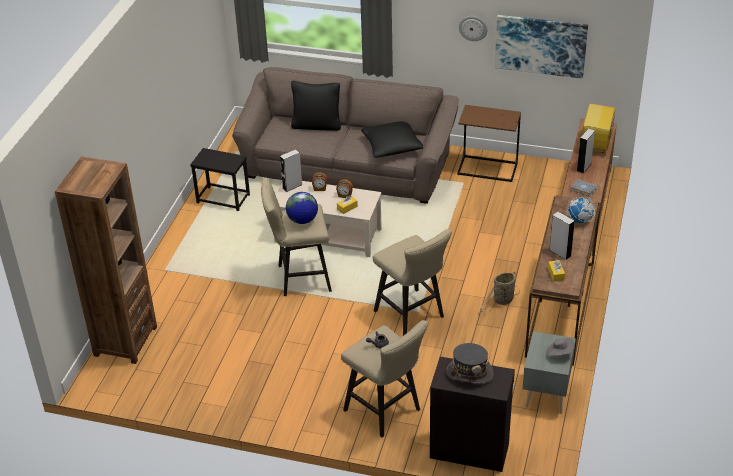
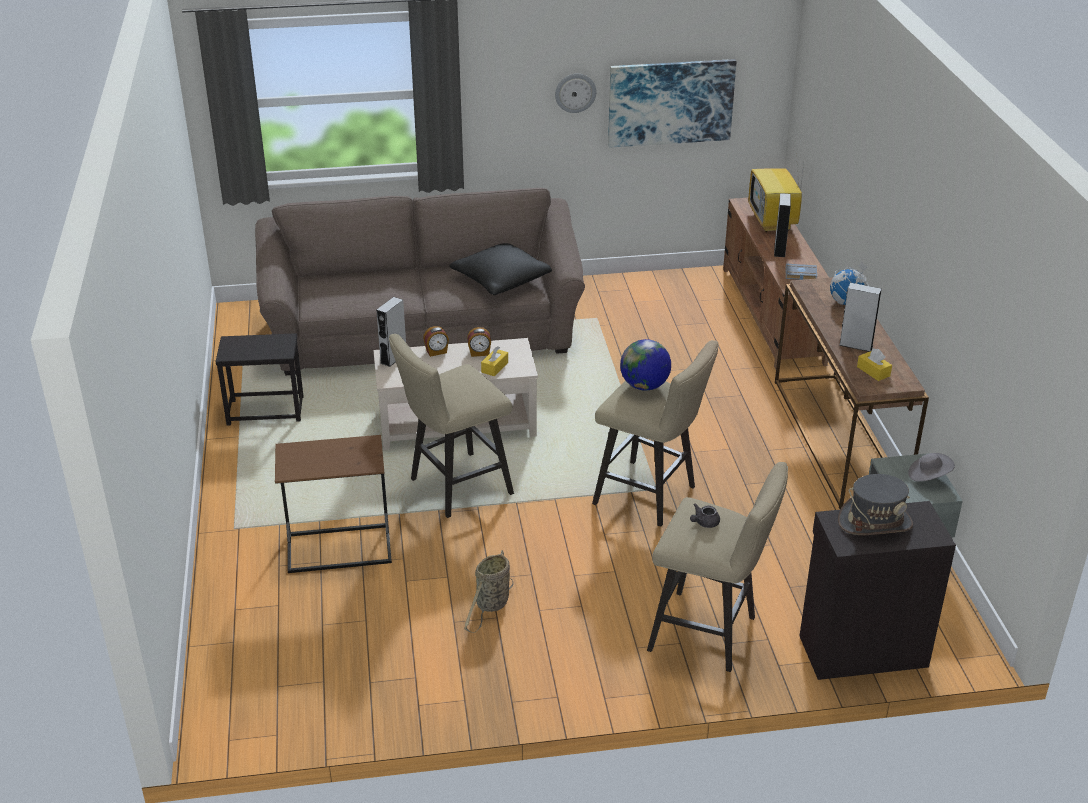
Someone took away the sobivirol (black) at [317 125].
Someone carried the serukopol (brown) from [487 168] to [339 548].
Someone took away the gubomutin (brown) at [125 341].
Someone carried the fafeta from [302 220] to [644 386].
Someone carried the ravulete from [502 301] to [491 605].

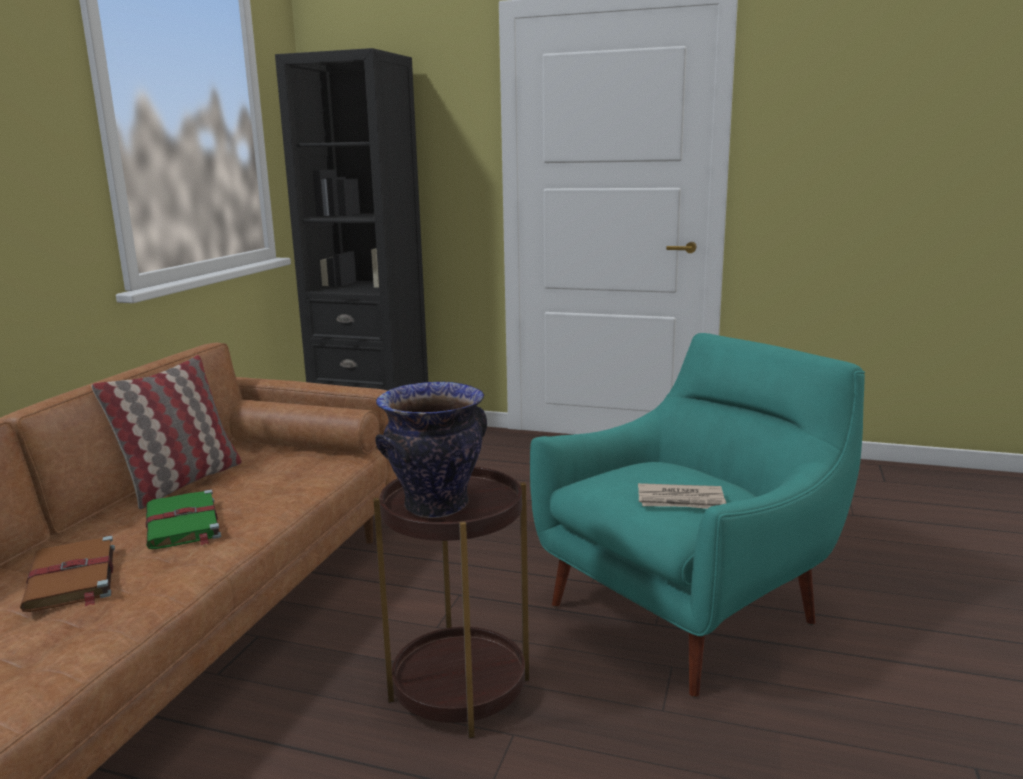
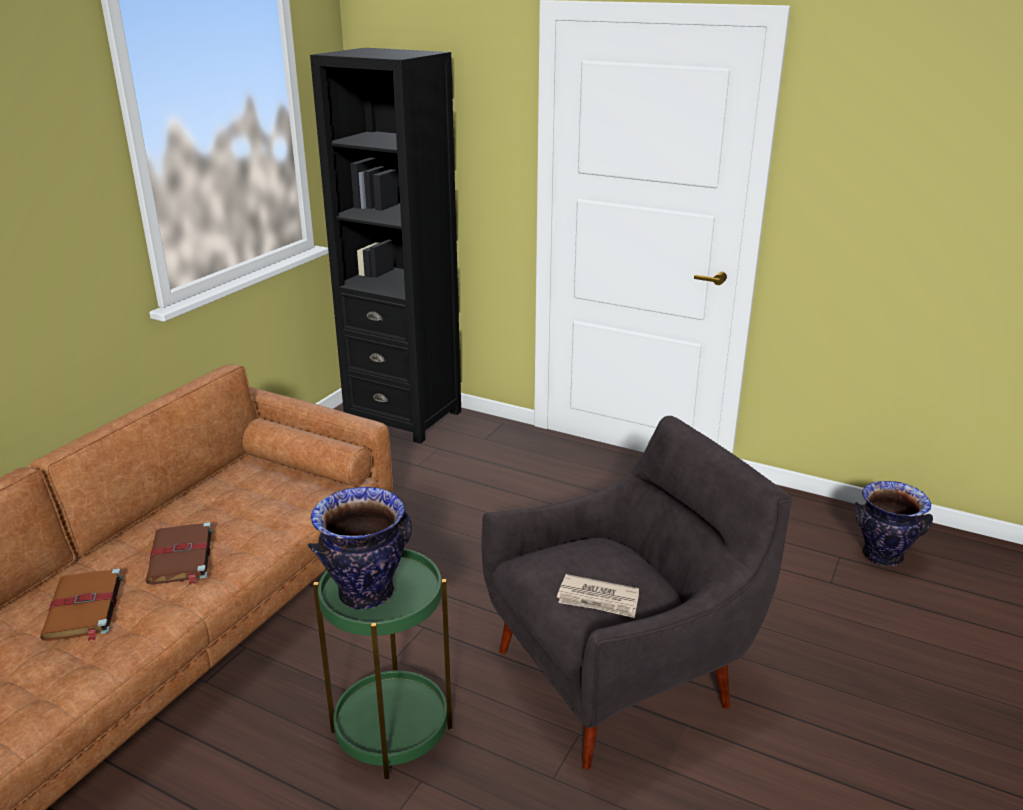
Someone repainted the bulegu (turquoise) at [690 609], which became the bulegu (grey) at [621 674].
Someone took away the sobivirol at [182 482].
Someone repainted the serukopol (brown) at [459 690], which became the serukopol (green) at [391 729].
Someone repainted the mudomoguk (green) at [183 524], which became the mudomoguk (brown) at [181 557].
Someone put down the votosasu at [882 556].

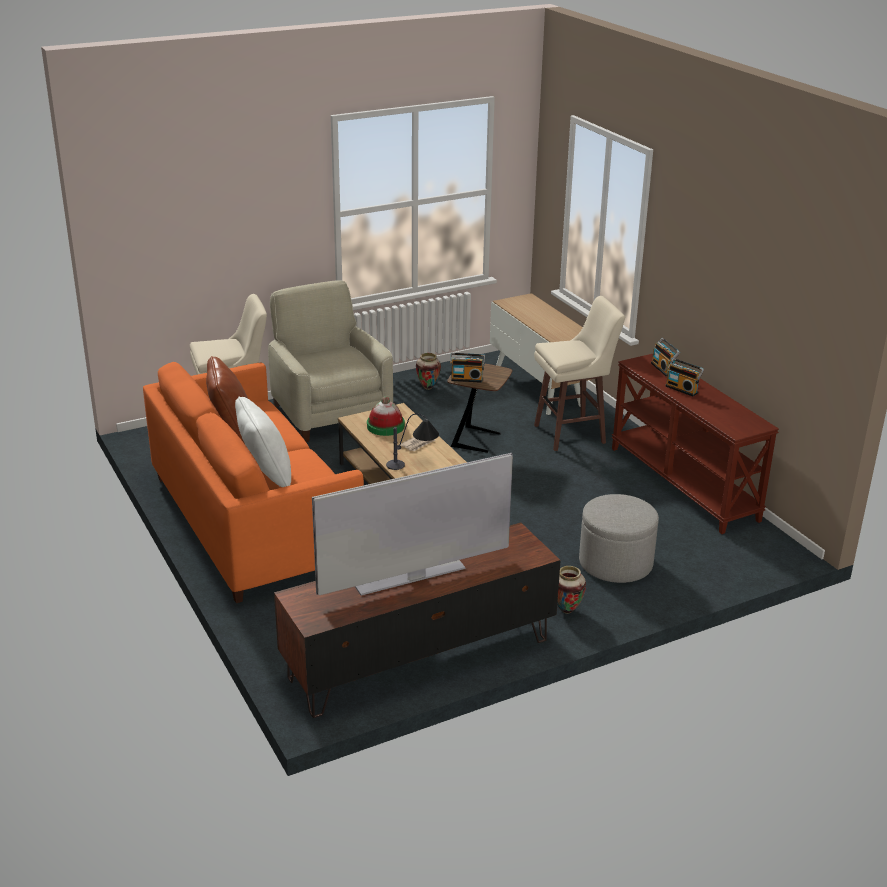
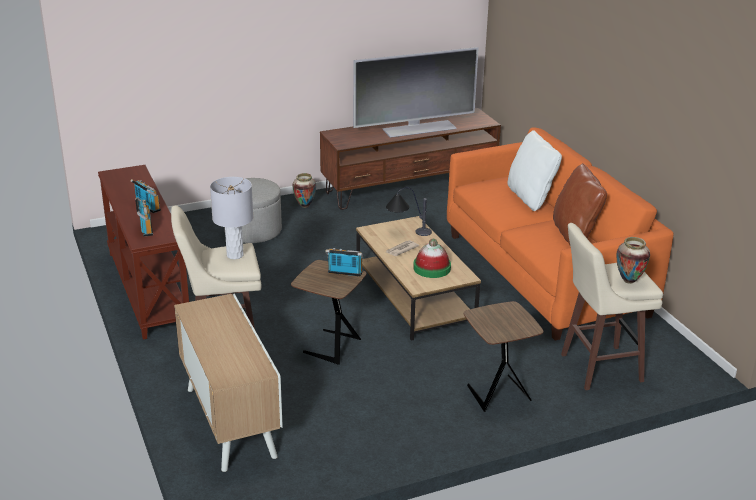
Someone swapped the bulegu (beige) at [330 413] for the serukopol (brown) at [496 392].
Someone carried the votosasu from [428 387] to [629 281].
Someone put down the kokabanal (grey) at [234 255].

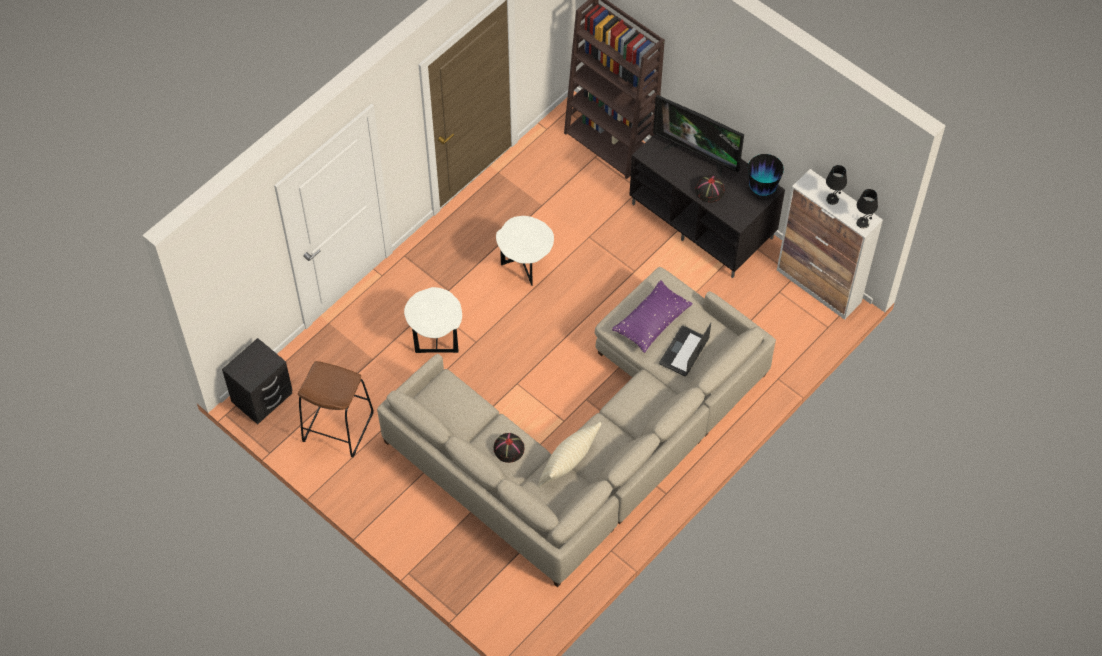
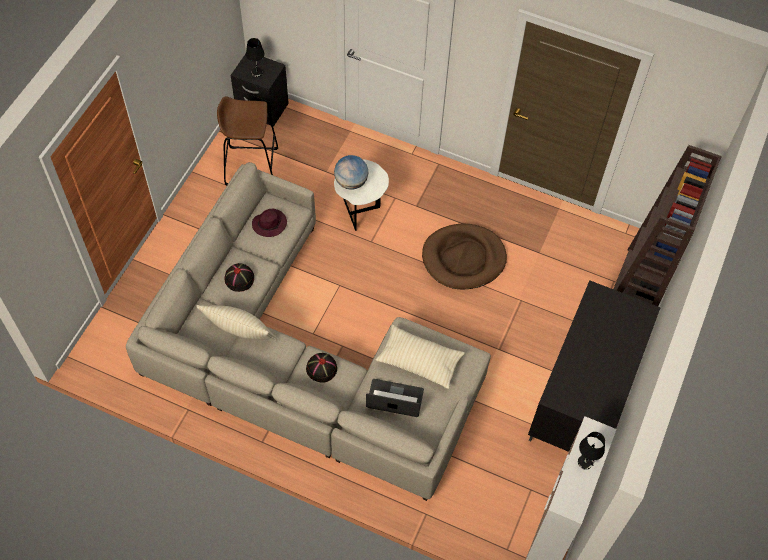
Someone took away the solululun at [697 154].
Someone took away the votosasu at [762 188].
Someone carried the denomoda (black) from [709 191] to [321 368].
Someone carried the kokabanal (black) from [863 223] to [257 73].
Someone swapped the serukopol (white) at [525 269] for the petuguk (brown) at [463 258].
Someone repainted the sobivirol (purple) at [651 322], which became the sobivirol (beige) at [419 361].
Someone put down the fafeta at [351 182].
Someone put down the denomoda (purple) at [270 224].

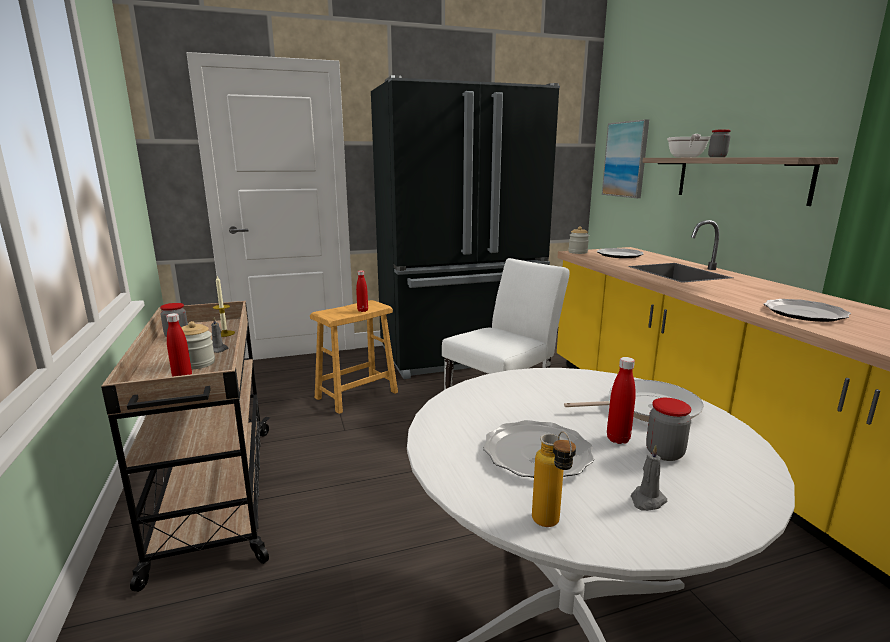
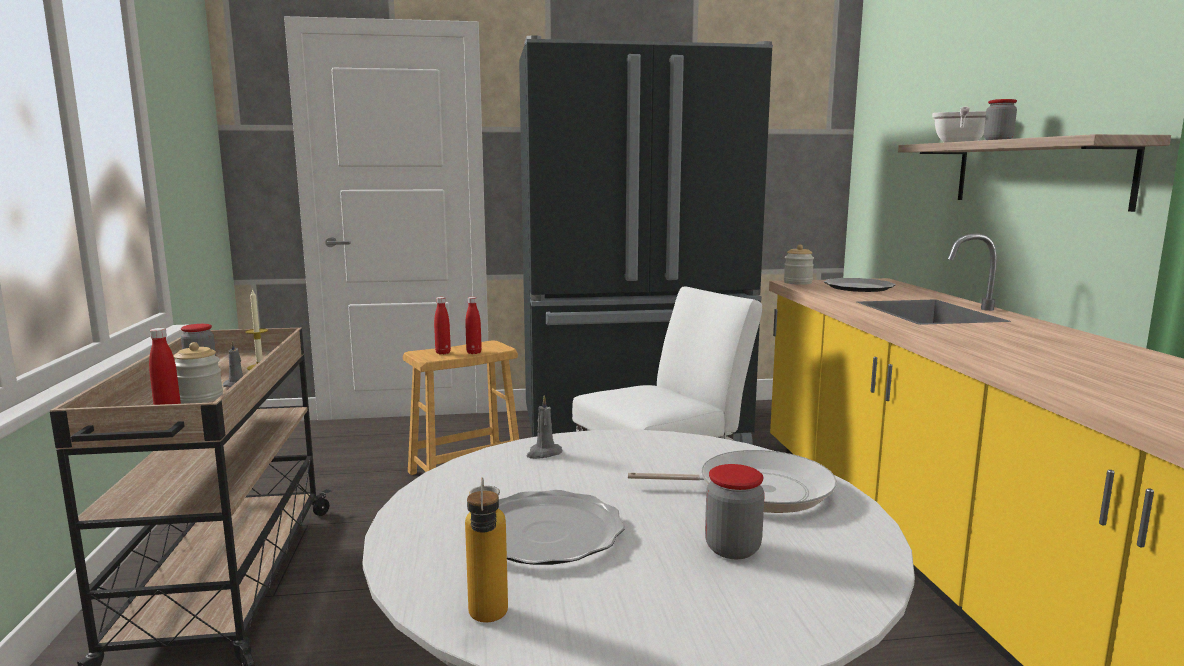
Someone took away the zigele at [625 159].
Someone took away the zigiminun at [805 313].
Someone carried the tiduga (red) from [618 439] to [443 353].
Someone carried the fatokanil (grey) from [647 500] to [543 453].

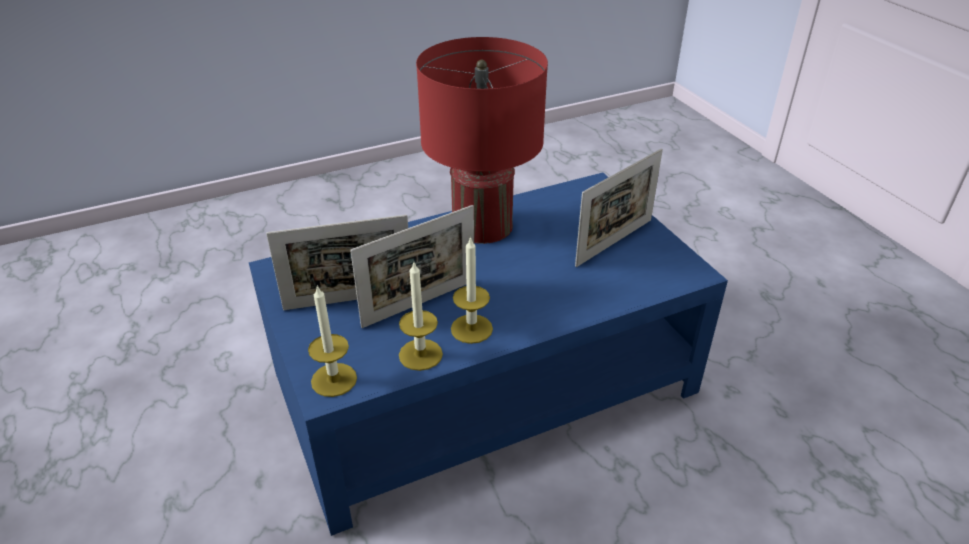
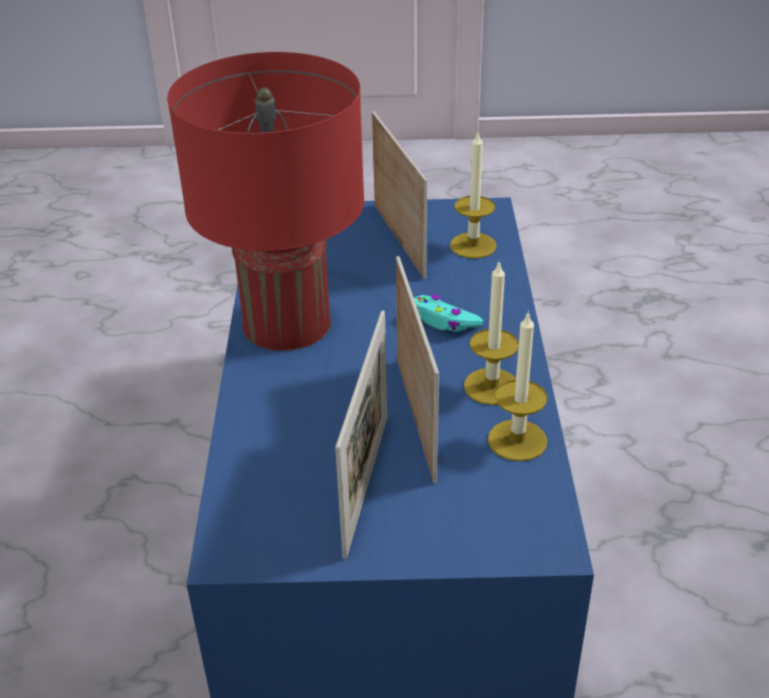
Someone carried the fatokanil from [334 379] to [473 245].
Someone put down the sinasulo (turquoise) at [443 321].

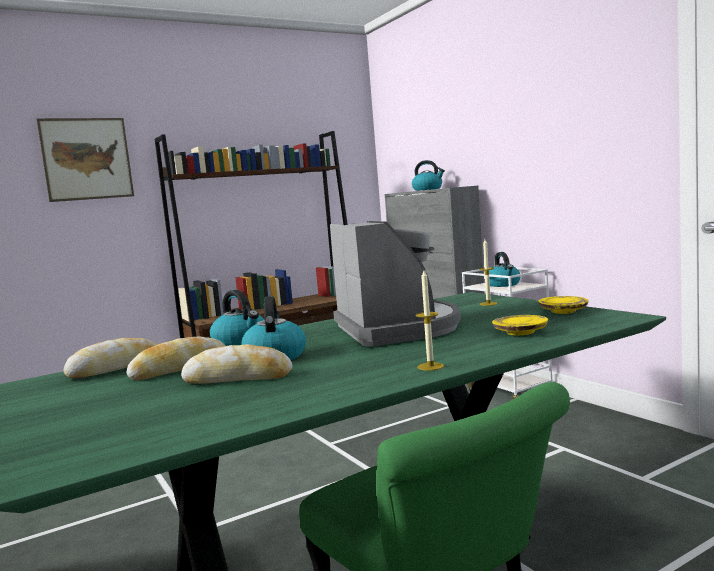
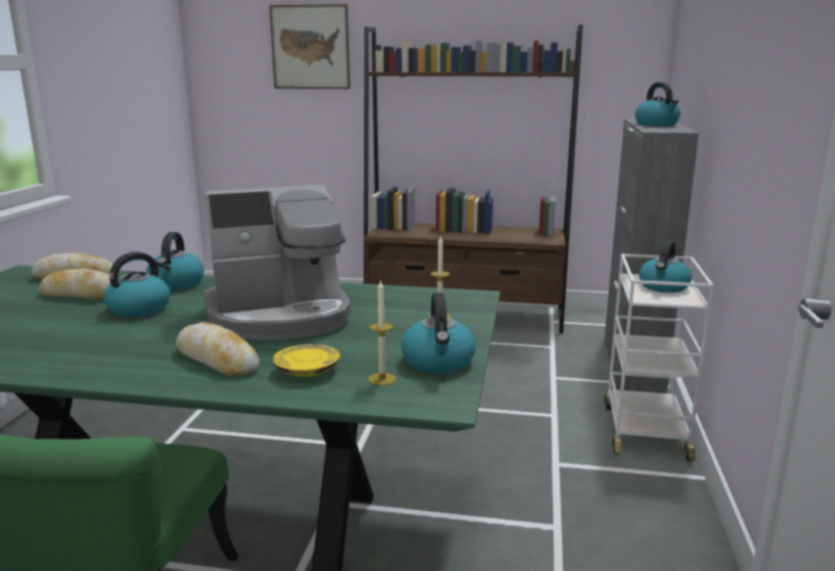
Someone rotated the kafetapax at [397 328] by 45 degrees clockwise.
Someone carried the fatokanil from [430 366] to [382 379].
Someone swapped the zigiminun (yellow) at [563 311] for the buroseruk at [438 362].
Someone carried the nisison from [238 378] to [217 360].

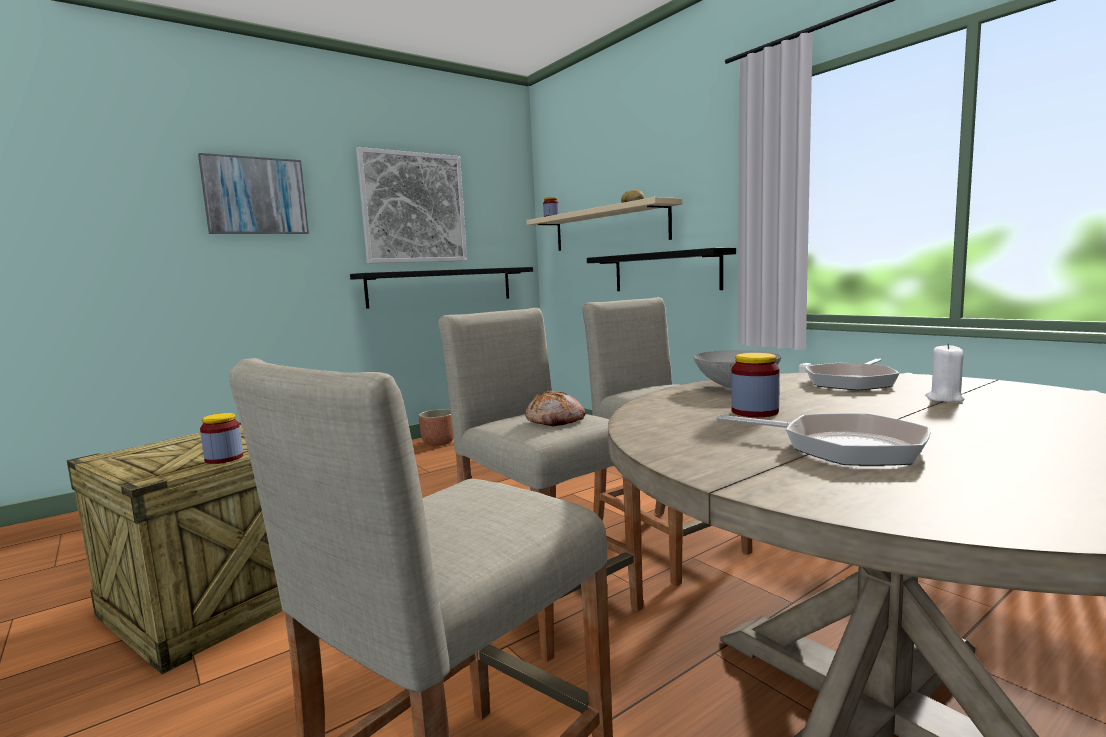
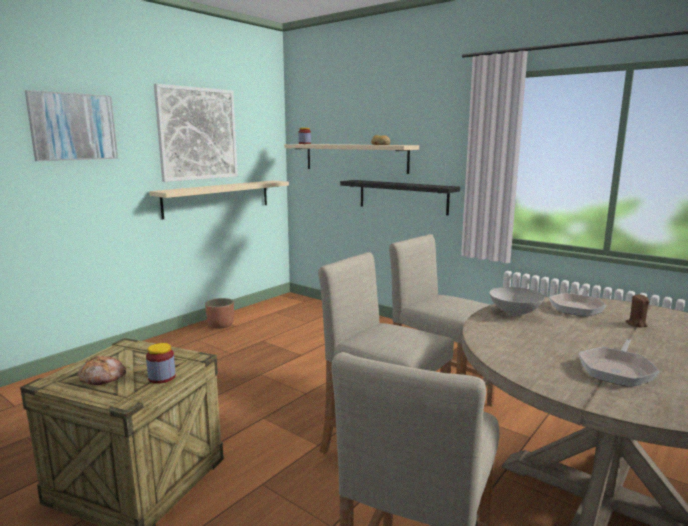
Someone repainted the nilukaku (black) at [441 286], which became the nilukaku (beige) at [218 198].
Someone repainted the fatokanil (white) at [944 399], which became the fatokanil (brown) at [636 324].
Someone took away the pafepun at [754 412].
Someone carried the nisison from [556 420] to [103 377].
Someone rotated the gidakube at [842 447] by 105 degrees clockwise.

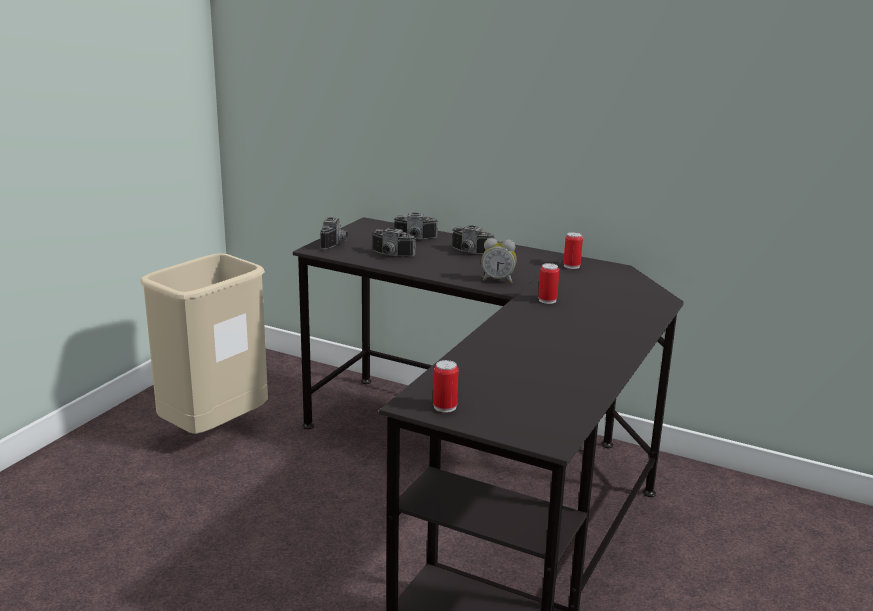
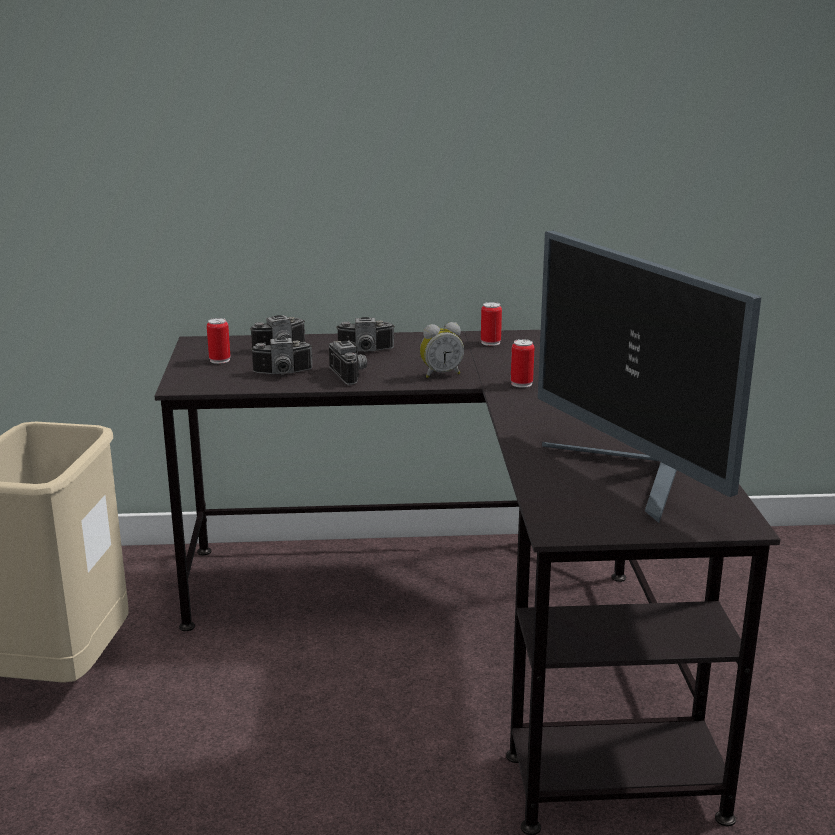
Someone carried the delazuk from [335 243] to [351 374].
Someone carried the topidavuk from [445 407] to [219 360].
Someone put down the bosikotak at [632 476].

